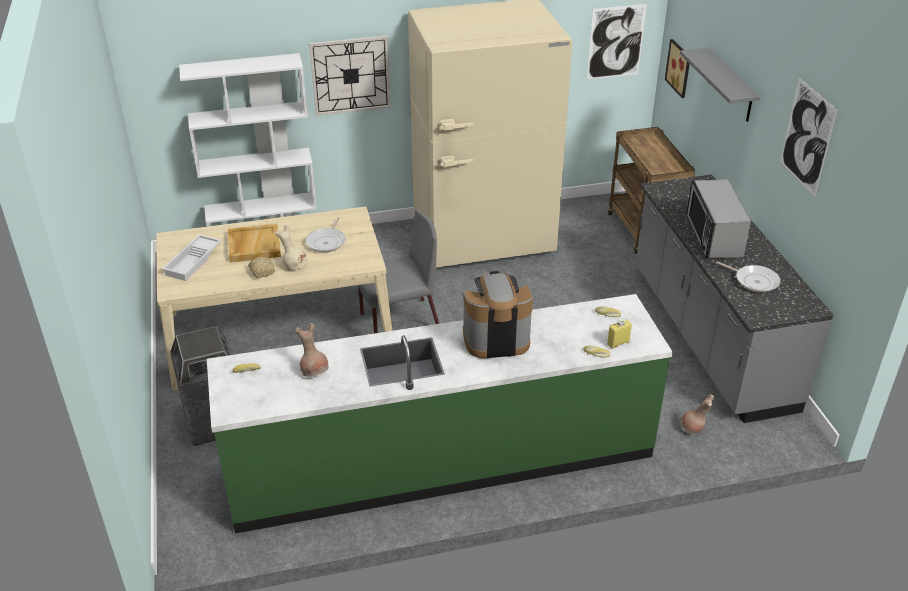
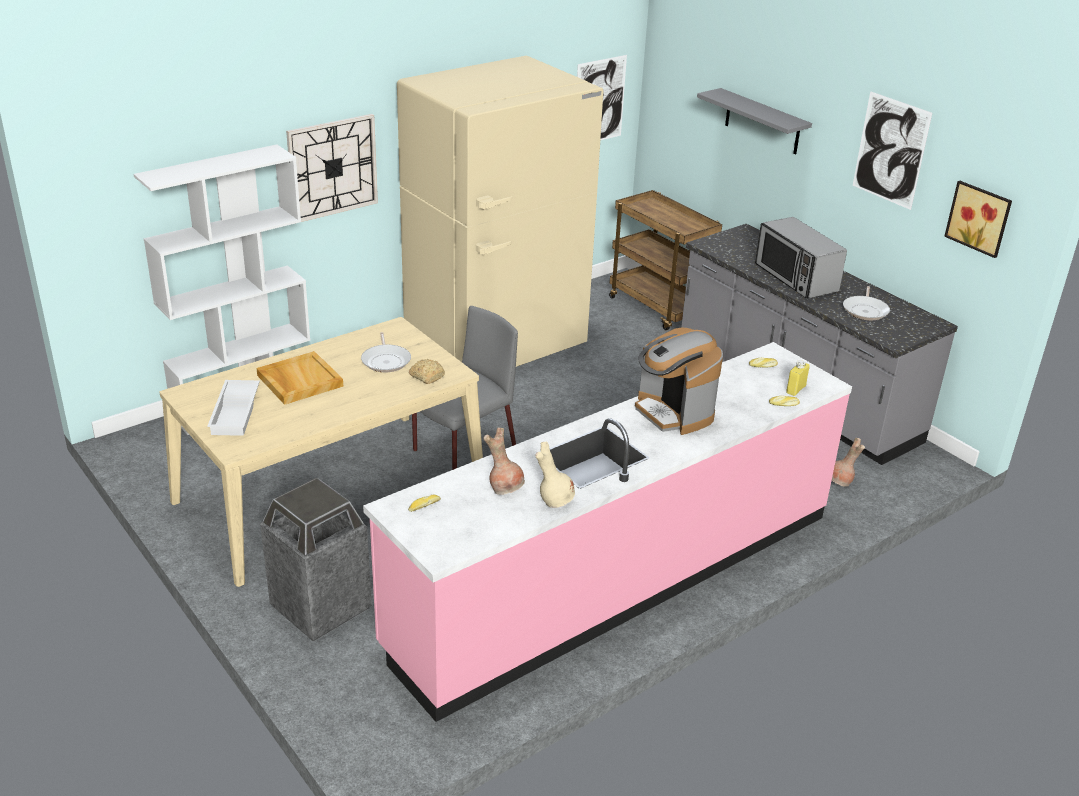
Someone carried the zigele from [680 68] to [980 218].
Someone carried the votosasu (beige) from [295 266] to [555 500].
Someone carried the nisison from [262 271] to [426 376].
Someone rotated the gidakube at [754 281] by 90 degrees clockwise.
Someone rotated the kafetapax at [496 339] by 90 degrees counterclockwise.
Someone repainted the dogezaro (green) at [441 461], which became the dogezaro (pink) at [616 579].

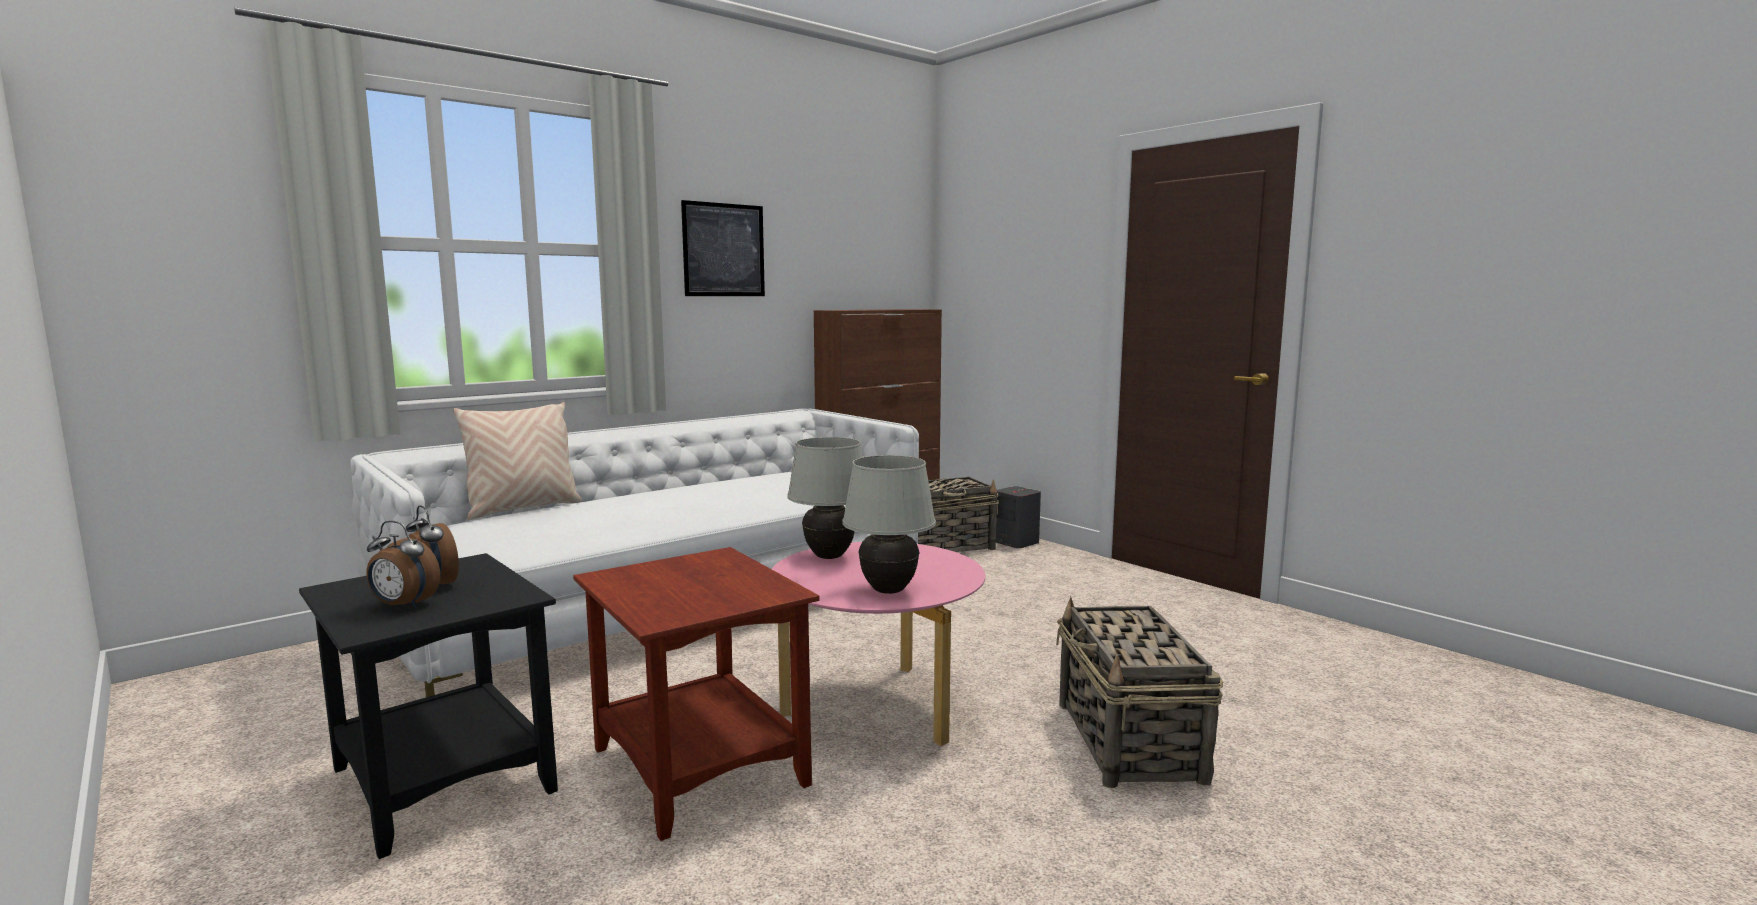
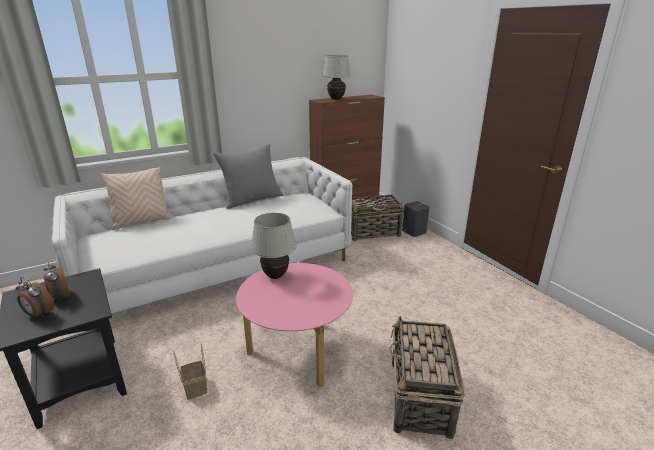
Someone took away the zigele at [724 250].
Someone carried the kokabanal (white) from [889 591] to [336 99].
Someone swapped the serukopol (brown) at [696 767] for the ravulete at [194 386].
Someone put down the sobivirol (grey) at [252 199].

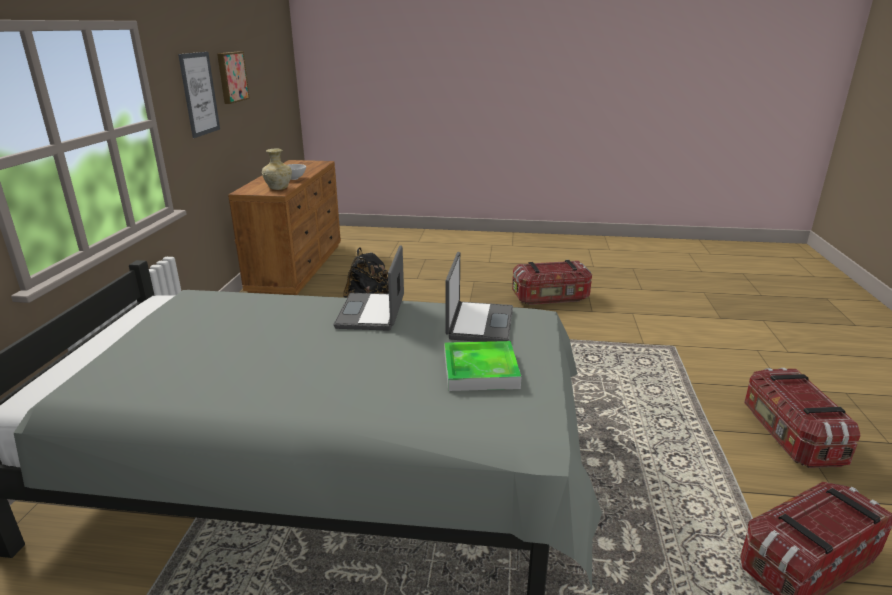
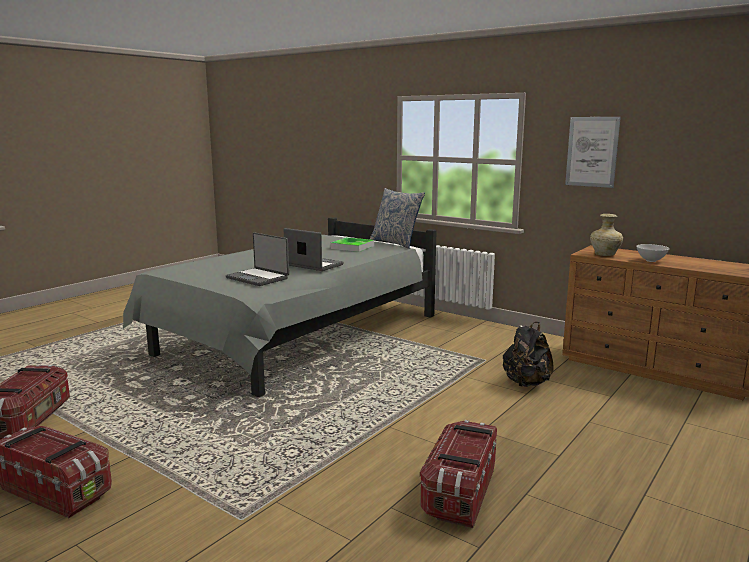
Someone took away the zigele at [231 77].
Someone carried the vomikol from [480 370] to [352 247].
Someone put down the sobivirol at [396 243].

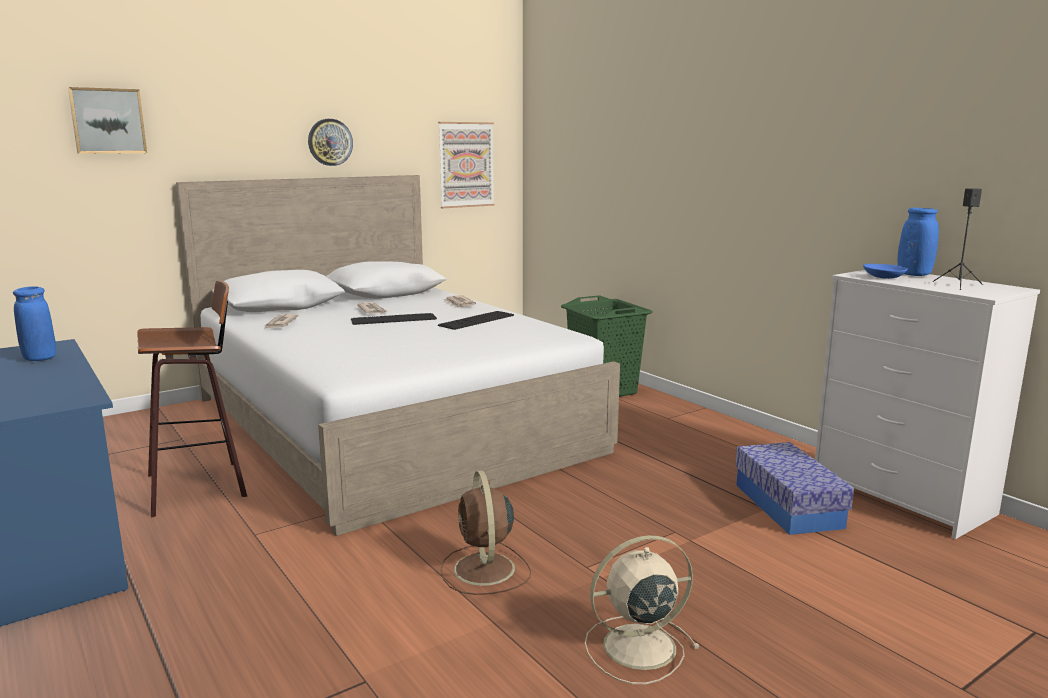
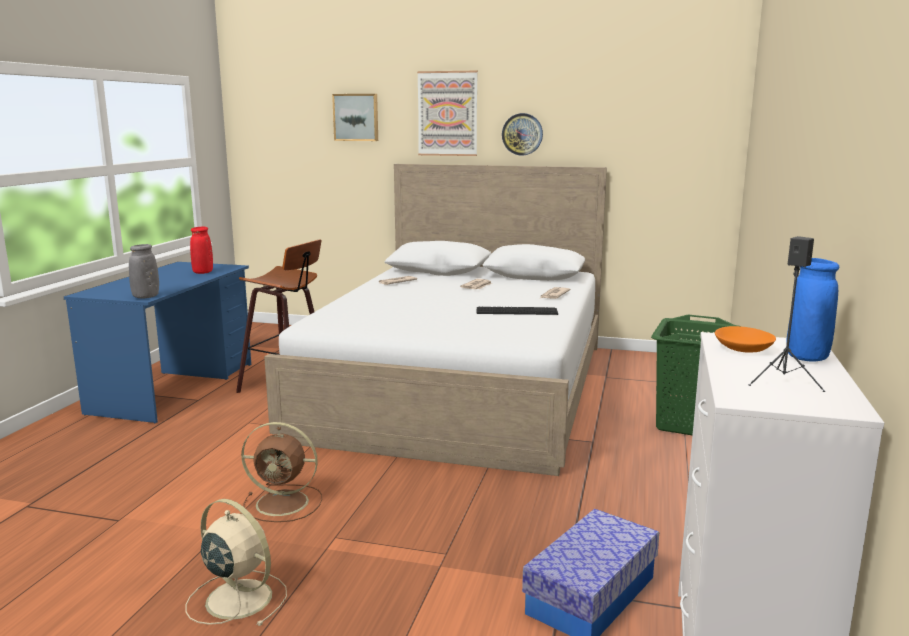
Someone carried the zigele from [466 165] to [447 113].
Someone repainted the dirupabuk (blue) at [884 277], which became the dirupabuk (orange) at [744 349].
Someone repainted the votosasu (blue) at [40 359], which became the votosasu (red) at [203 272].
Someone took away the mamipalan at [393 319].
Someone rotated the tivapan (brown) at [484 570] by 120 degrees counterclockwise.
Someone put down the votosasu (grey) at [146 297].

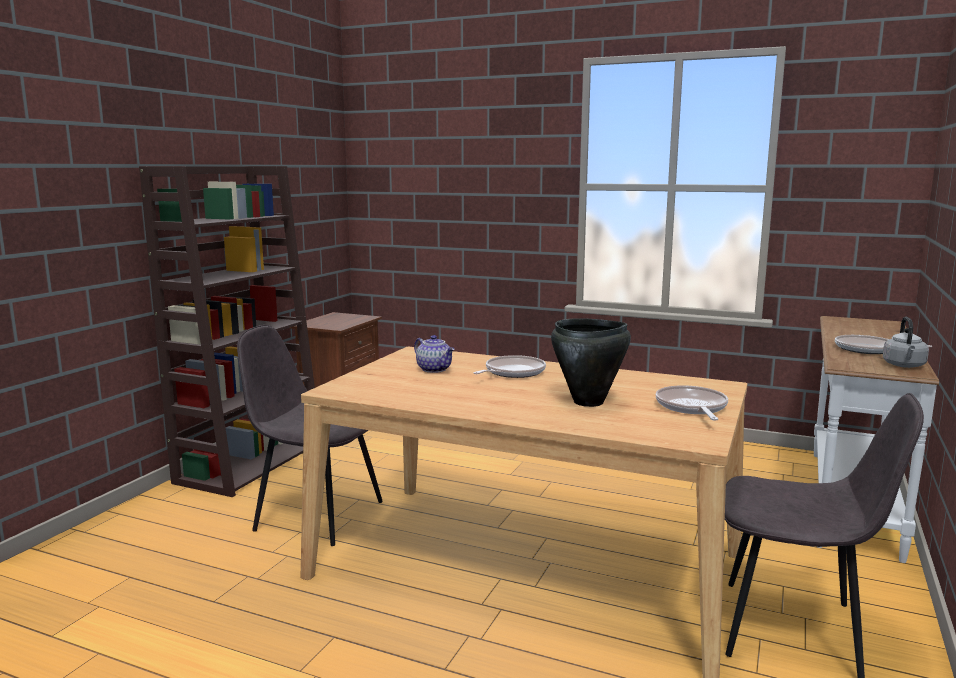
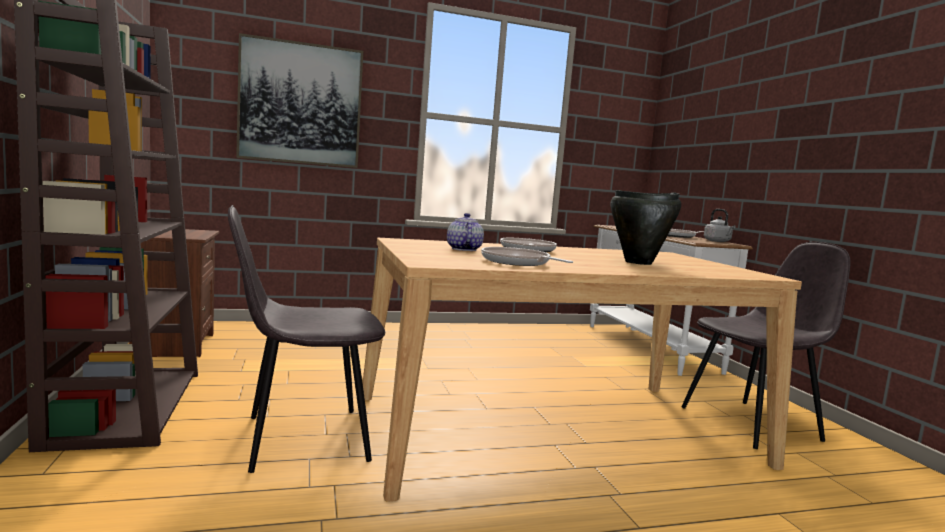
Someone rotated the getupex at [435 369] by 105 degrees counterclockwise.
Someone carried the gidakube from [692 407] to [518 263].
Someone put up the zigele at [300 104].

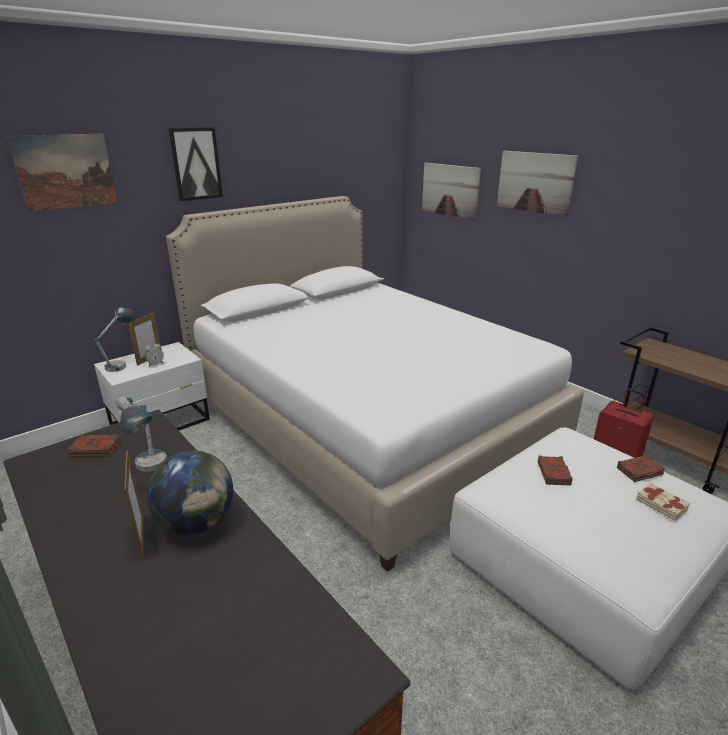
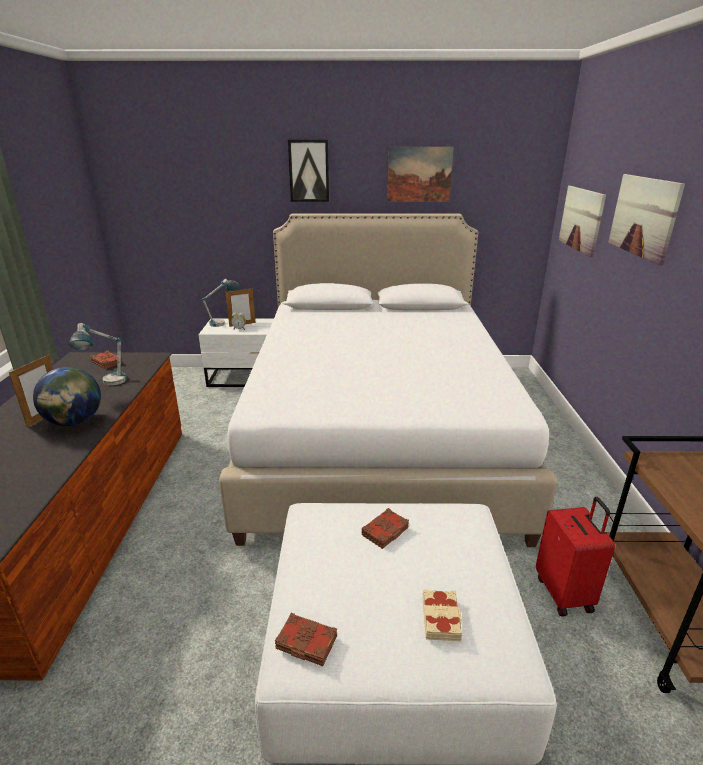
Someone carried the zigele from [66 171] to [419 174].
Someone carried the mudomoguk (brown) from [640 472] to [306 643].

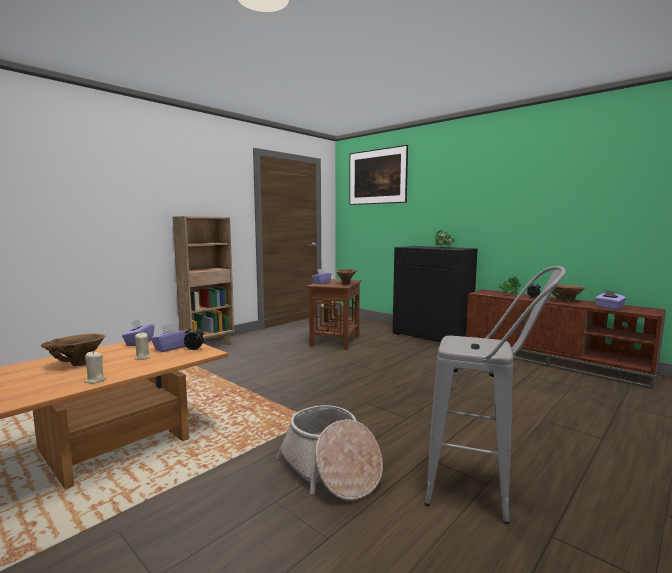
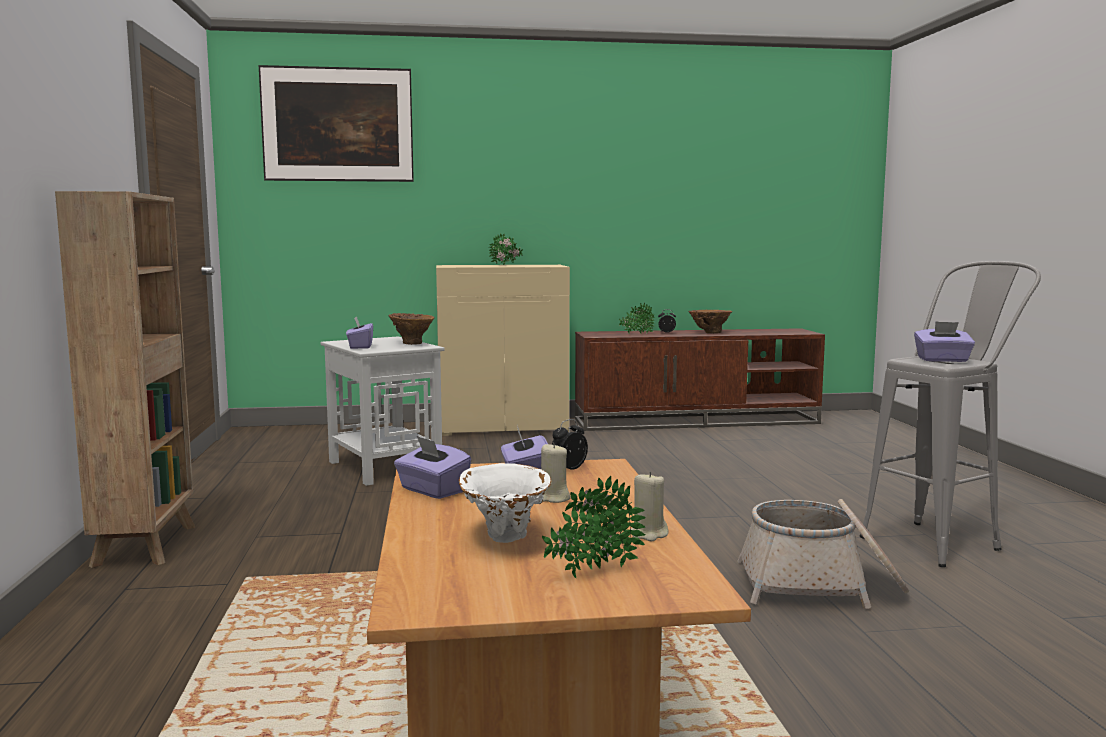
Someone repainted the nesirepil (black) at [432 336], which became the nesirepil (beige) at [503 426].
Someone repainted the serukopol (brown) at [335 341], which became the serukopol (white) at [384 467].
Someone carried the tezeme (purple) from [609 307] to [942 360].
Someone repainted the votosasu (brown) at [76 364], which became the votosasu (white) at [504 539].
Someone put down the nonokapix at [591 572].

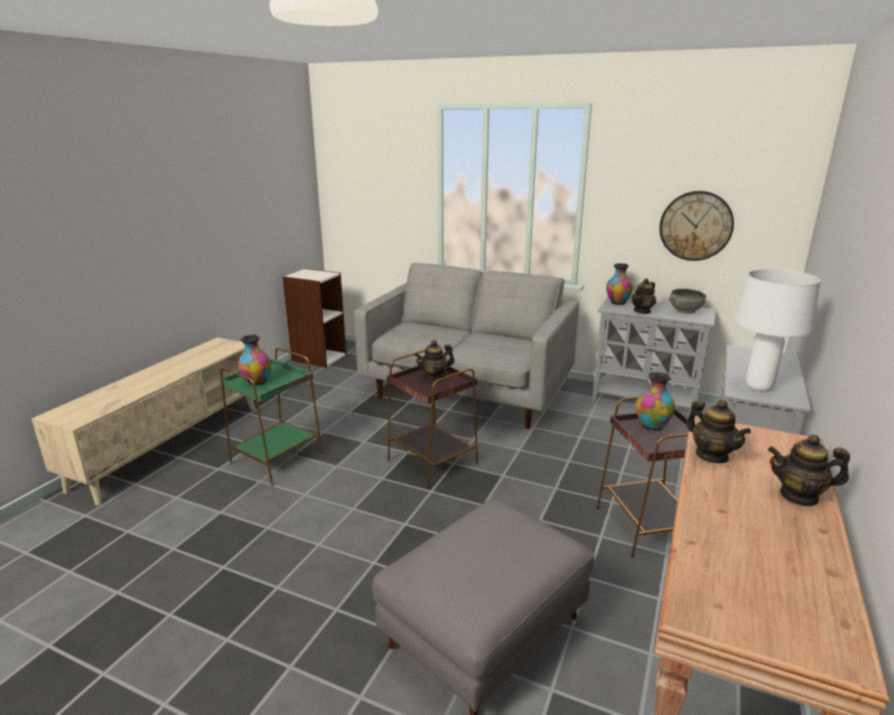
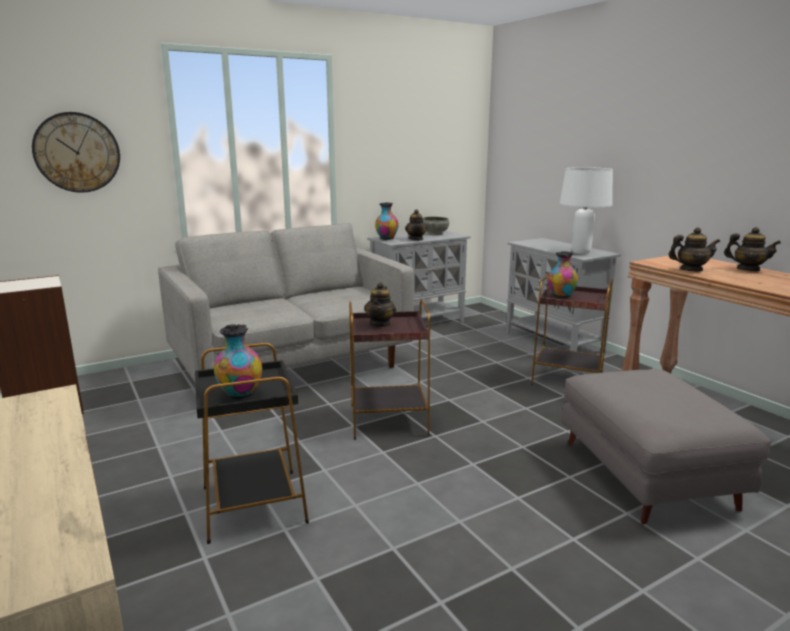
Someone carried the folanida from [695 226] to [77 152].
Someone repainted the serukopol (green) at [278 460], which became the serukopol (black) at [254 504].
Someone rotated the getupex at [799 496] by 105 degrees counterclockwise.

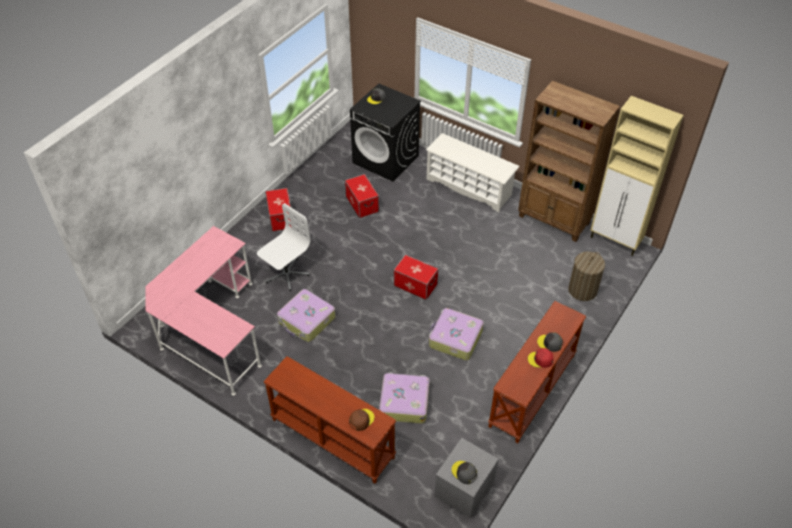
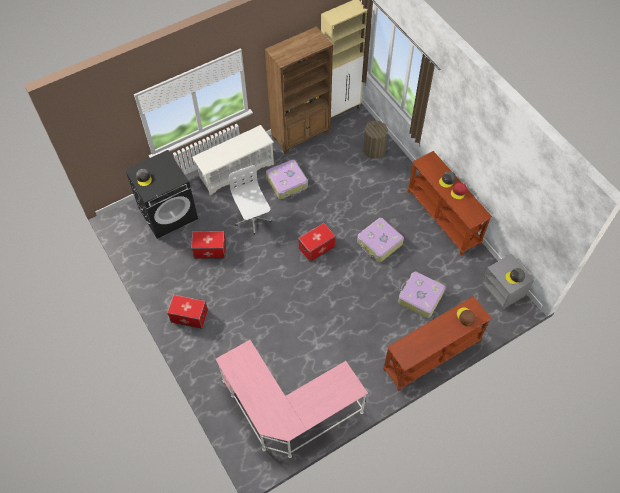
Someone carried the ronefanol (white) from [286 274] to [253 219].
Someone carried the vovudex from [306 320] to [287 183].

